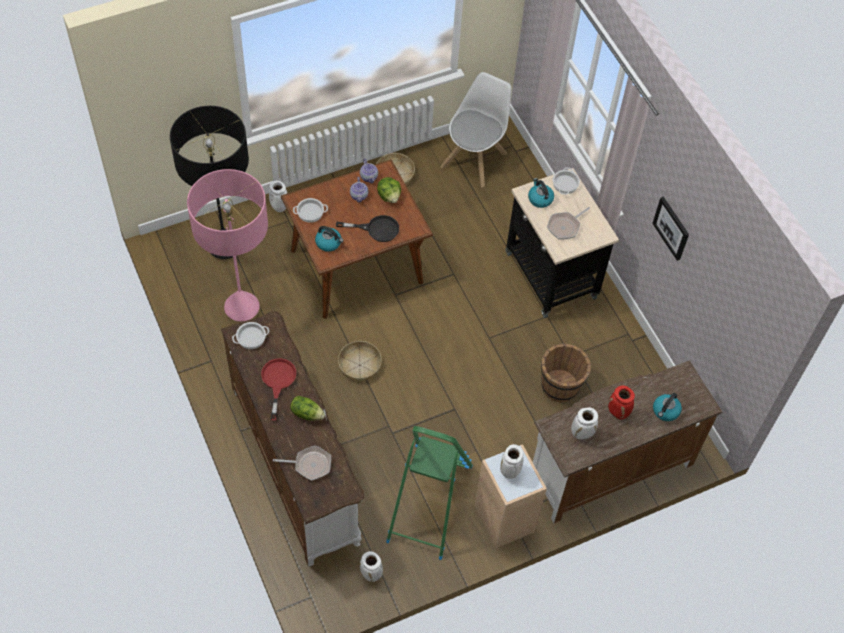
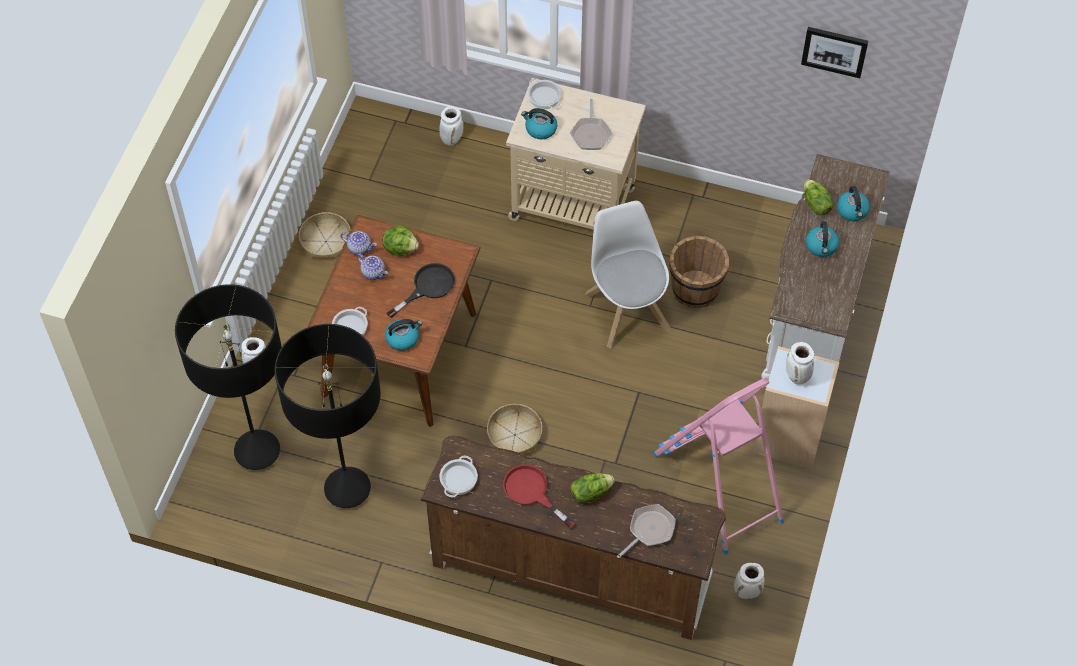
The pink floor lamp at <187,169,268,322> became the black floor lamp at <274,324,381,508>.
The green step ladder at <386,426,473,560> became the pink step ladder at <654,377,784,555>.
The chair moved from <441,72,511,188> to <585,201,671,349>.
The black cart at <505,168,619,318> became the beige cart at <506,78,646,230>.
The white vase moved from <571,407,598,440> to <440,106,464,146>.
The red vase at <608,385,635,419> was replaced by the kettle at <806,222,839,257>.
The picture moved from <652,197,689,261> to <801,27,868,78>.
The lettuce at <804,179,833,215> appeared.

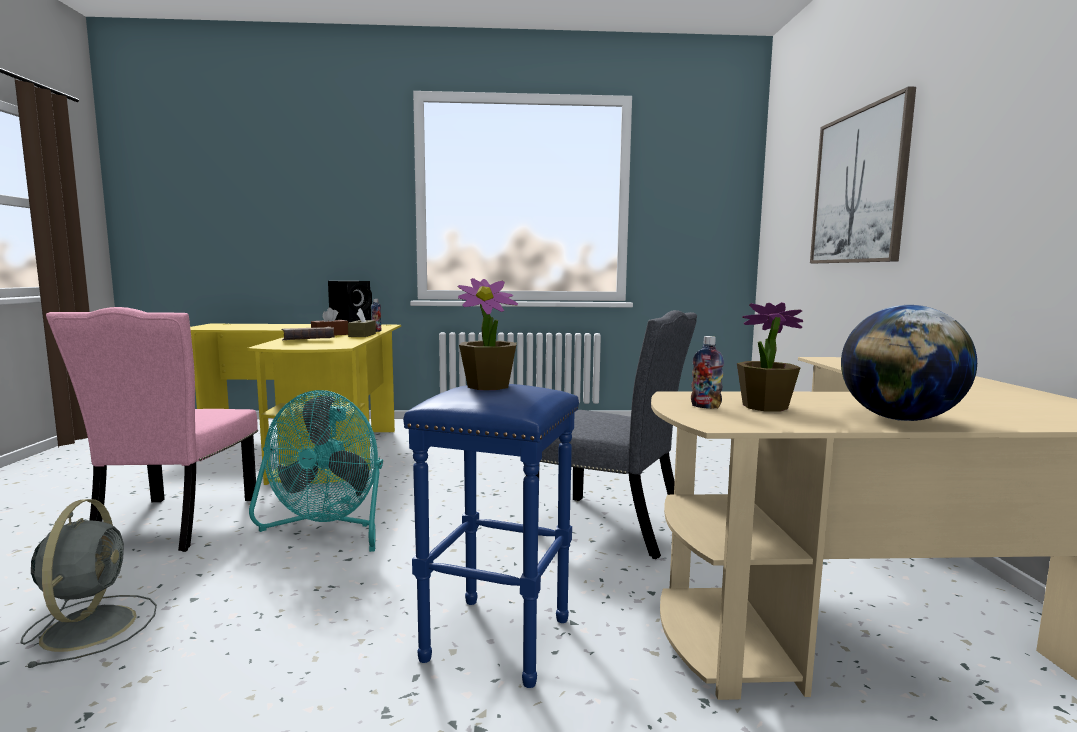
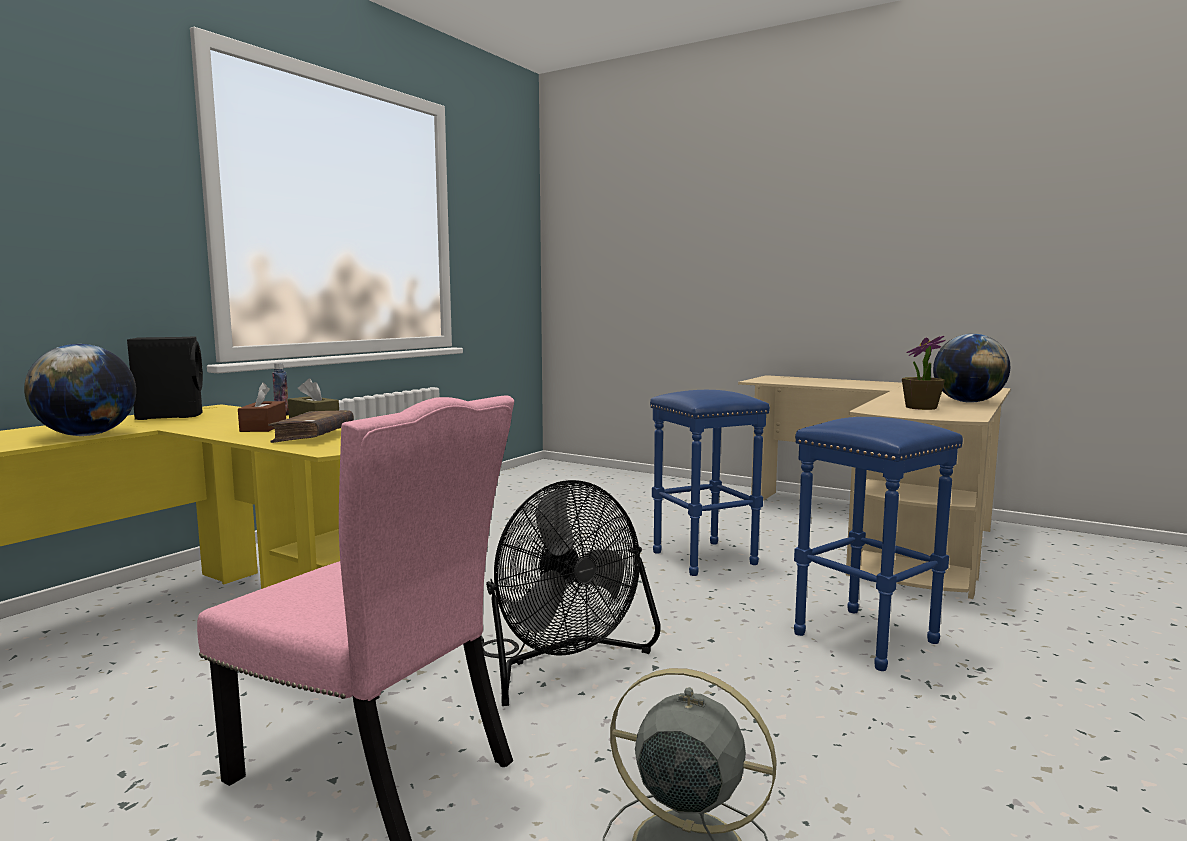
The turquoise fan at <249,390,383,552> became the black fan at <481,480,661,706>.
The potted plant at <457,278,518,390> disappeared.
The grey chair at <526,310,697,559> was replaced by the blue stool at <650,390,770,576>.
The bottle at <691,336,724,409> disappeared.
The picture at <810,86,916,263> disappeared.
The globe at <24,344,136,436> appeared.

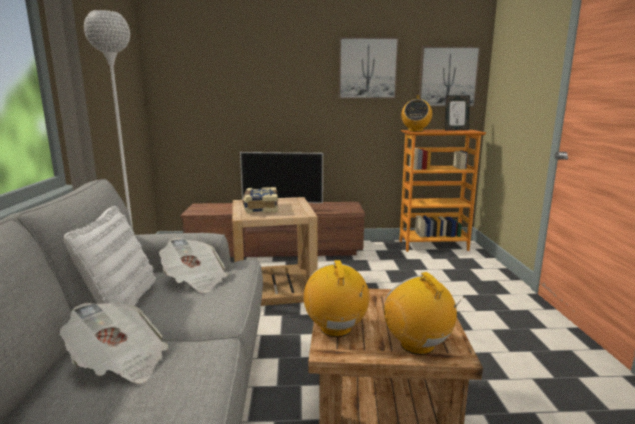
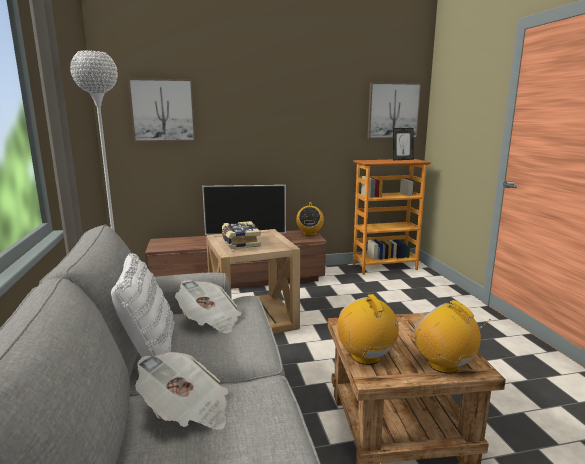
The picture moved from <339,37,399,99> to <128,78,195,142>.
The radio moved from <401,95,432,132> to <296,202,324,236>.

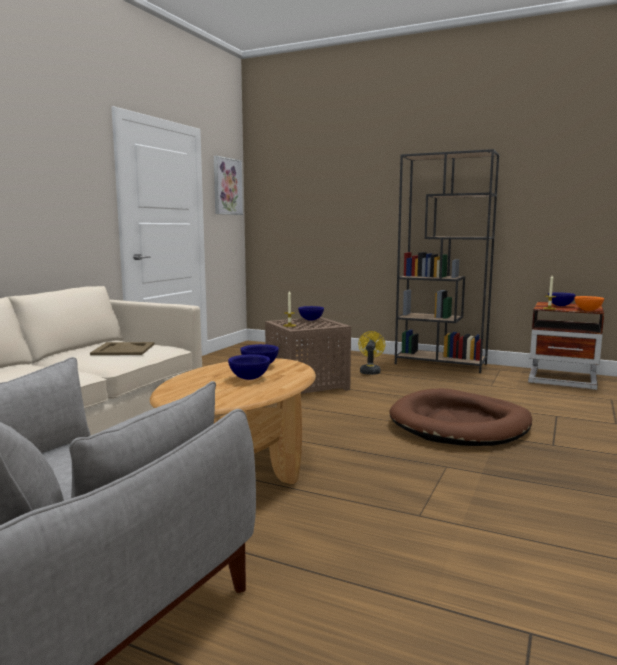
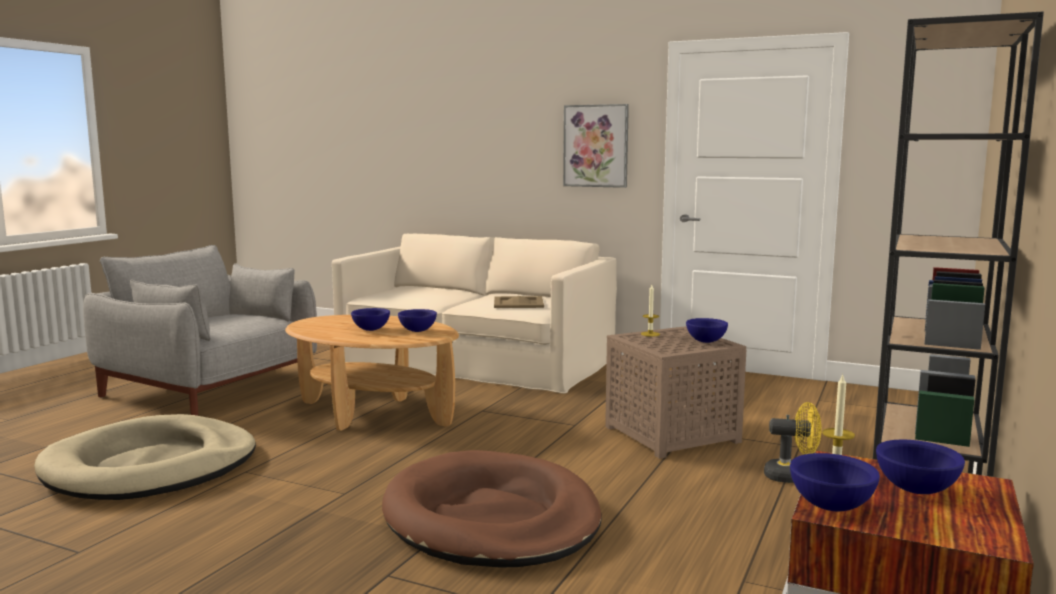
The picture moved from <214,156,243,215> to <563,104,629,188>.
The orange bowl at <574,296,604,311> became the blue bowl at <790,453,880,511>.
The beige dog bed at <34,414,256,500> appeared.

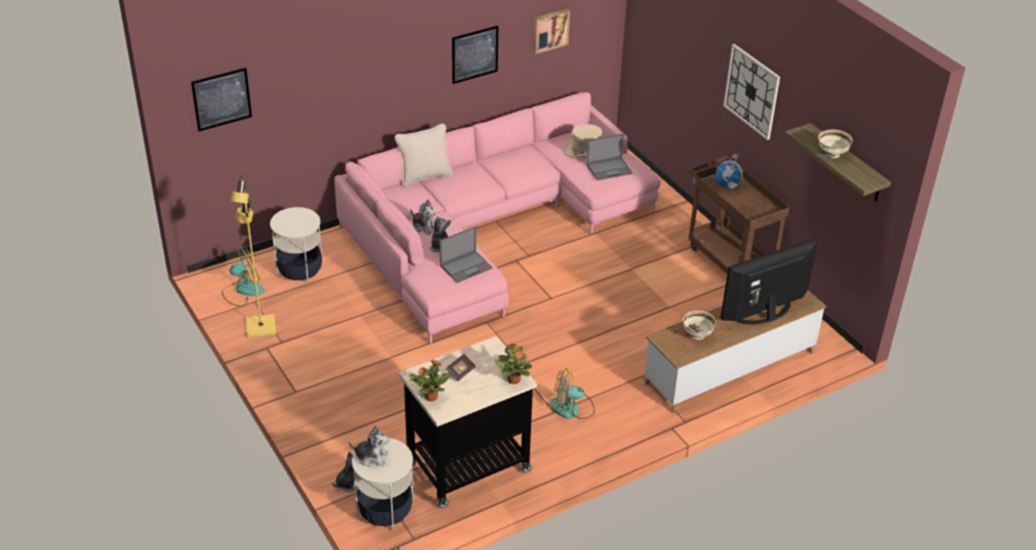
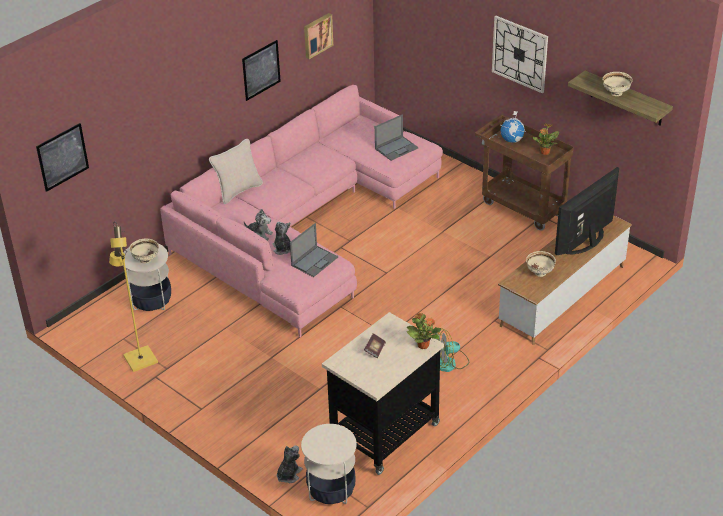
The fan at <222,246,264,307> disappeared.
The plush toy at <349,426,389,467> disappeared.
The potted plant moved from <409,359,451,402> to <532,124,559,155>.
The beige hat at <565,124,603,157> disappeared.
The beige bowl at <129,239,159,264> appeared.

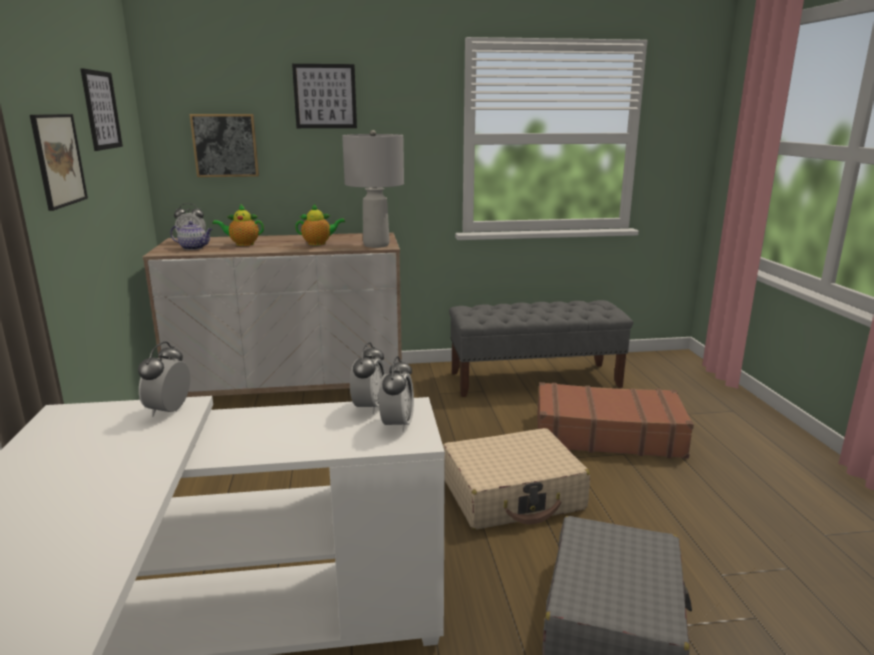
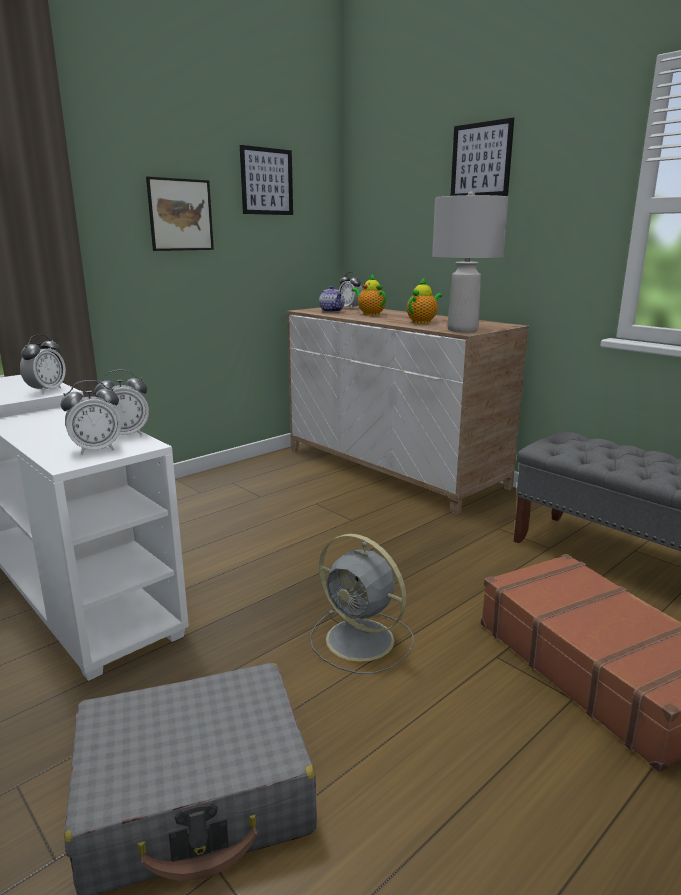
The alarm clock at <138,342,190,417> turned 135 degrees clockwise.
The picture at <189,114,259,177> disappeared.
The teapot at <295,203,345,245> turned 90 degrees counterclockwise.
The beige suitcase at <443,428,590,530> was replaced by the grey fan at <310,534,414,674>.

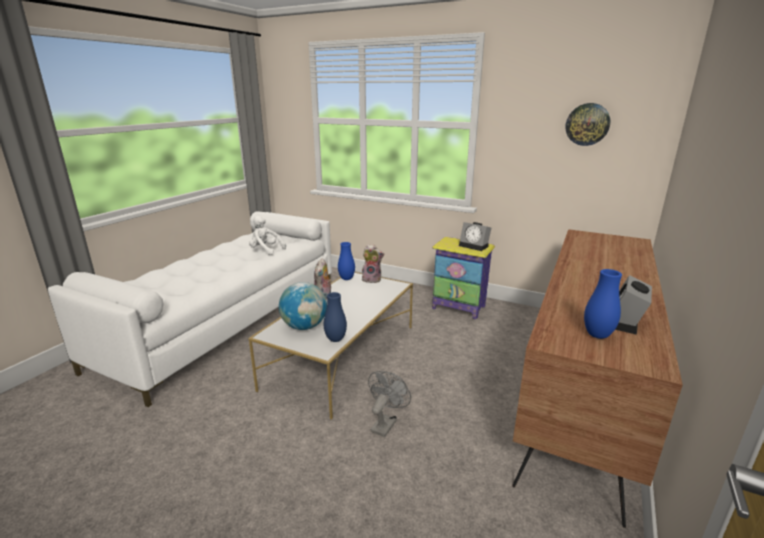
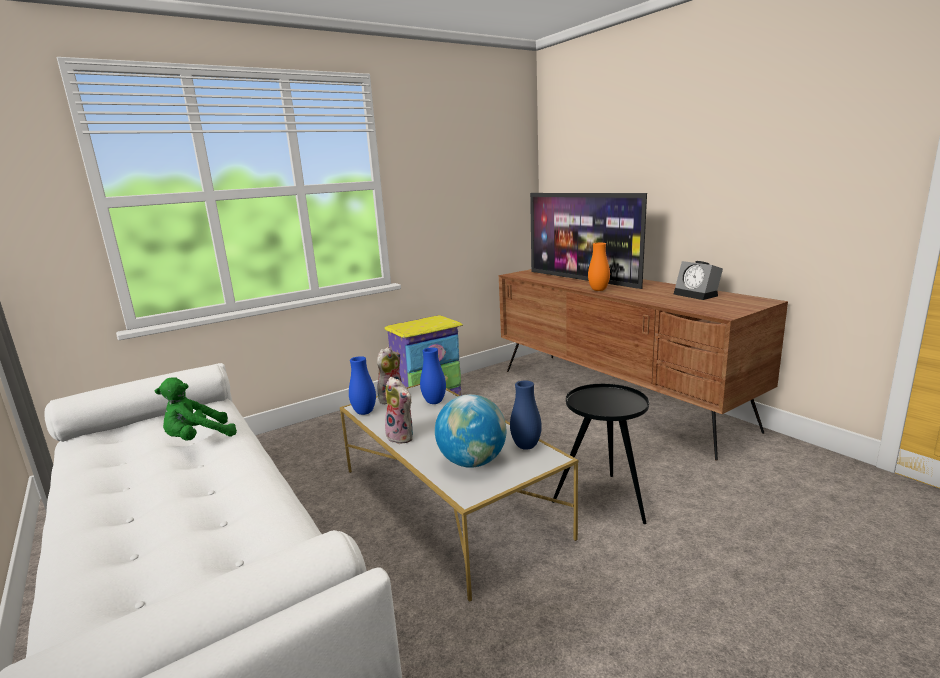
The white plush toy at <249,216,286,255> became the green plush toy at <155,377,237,441>.
The grey fan at <368,371,411,437> was replaced by the black side table at <553,384,649,524>.
The alarm clock at <459,222,491,251> disappeared.
The wall clock at <565,103,610,146> disappeared.
The blue vase moved from <584,269,622,339> to <420,347,446,404>.
The television at <530,193,647,289> appeared.
The orange vase at <588,243,610,291> appeared.

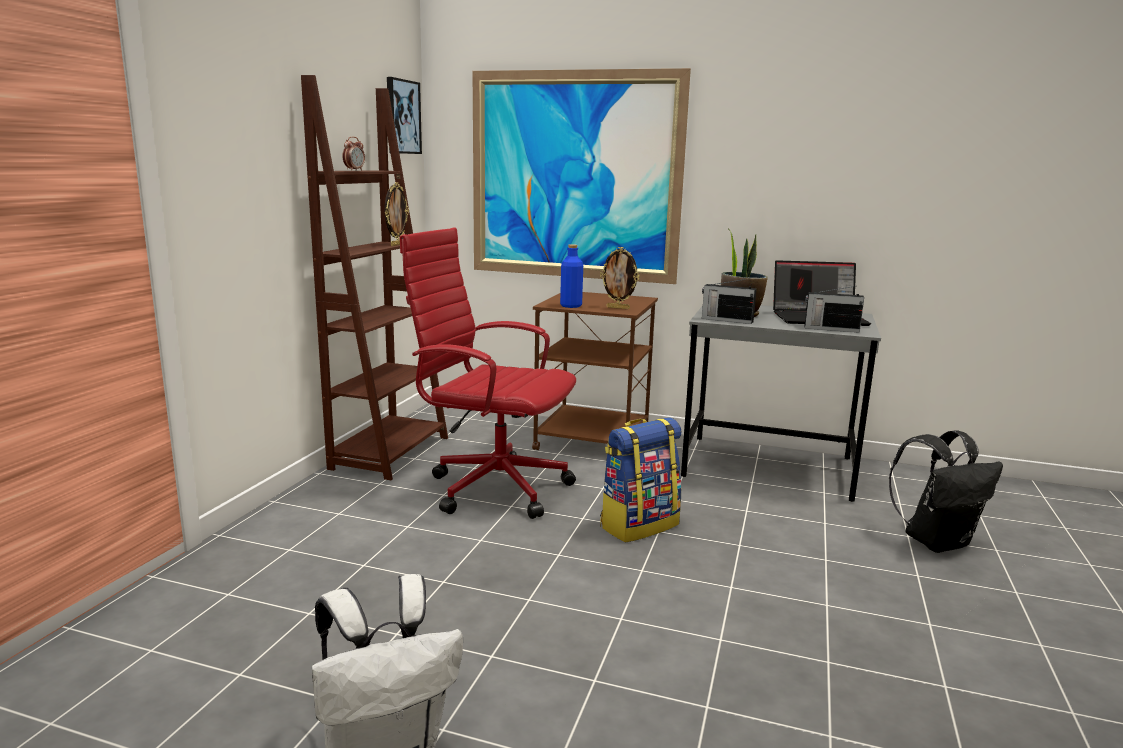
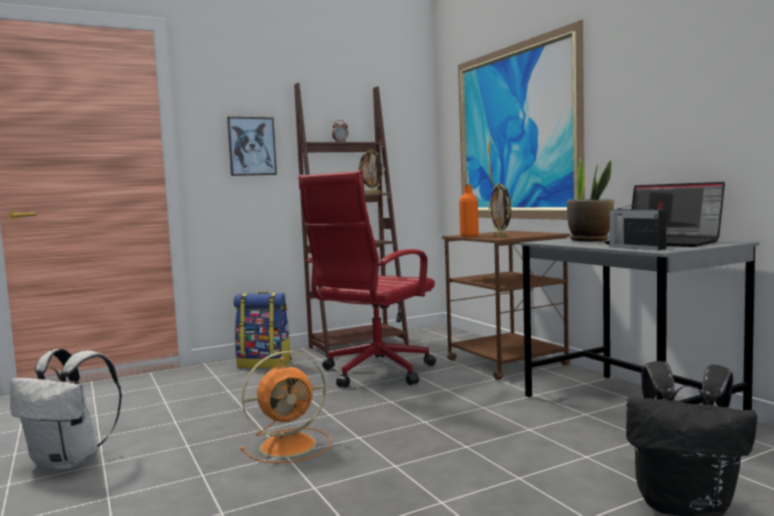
The picture moved from <387,77,422,154> to <227,117,277,176>.
The red office chair at <400,227,576,519> turned 120 degrees counterclockwise.
The blue bottle at <560,244,583,308> became the orange bottle at <459,184,479,237>.
The backpack moved from <600,417,681,543> to <234,292,292,368>.
The radio at <702,279,757,324> disappeared.
The orange fan at <240,351,332,463> appeared.

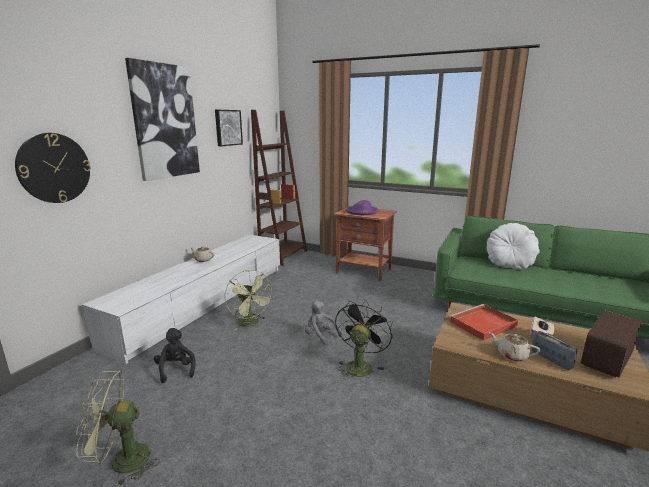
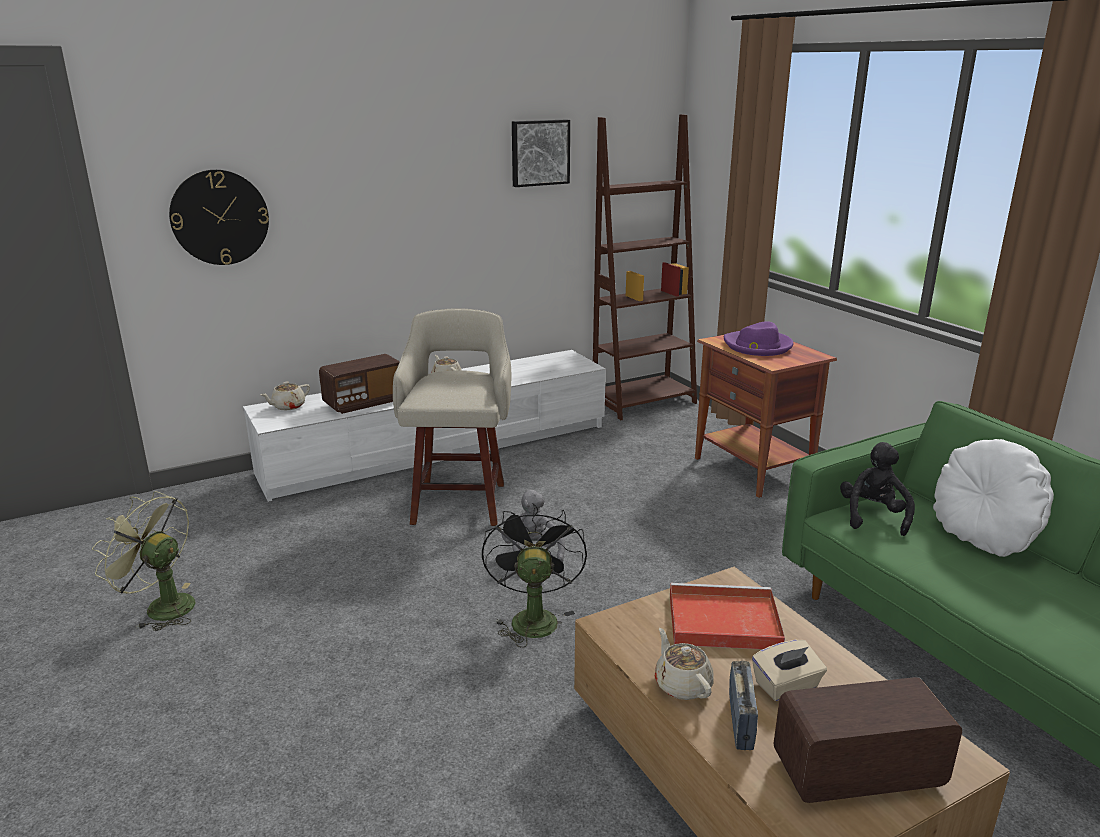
The picture at <125,58,200,181> disappeared.
The black plush toy moved from <154,328,196,383> to <840,442,915,536>.
The green fan at <225,270,274,331> was replaced by the beige stool at <393,309,511,526>.
The black fan at <335,300,393,380> turned 60 degrees counterclockwise.
The beige teapot at <260,382,310,411> appeared.
The radio at <319,354,400,414> appeared.

